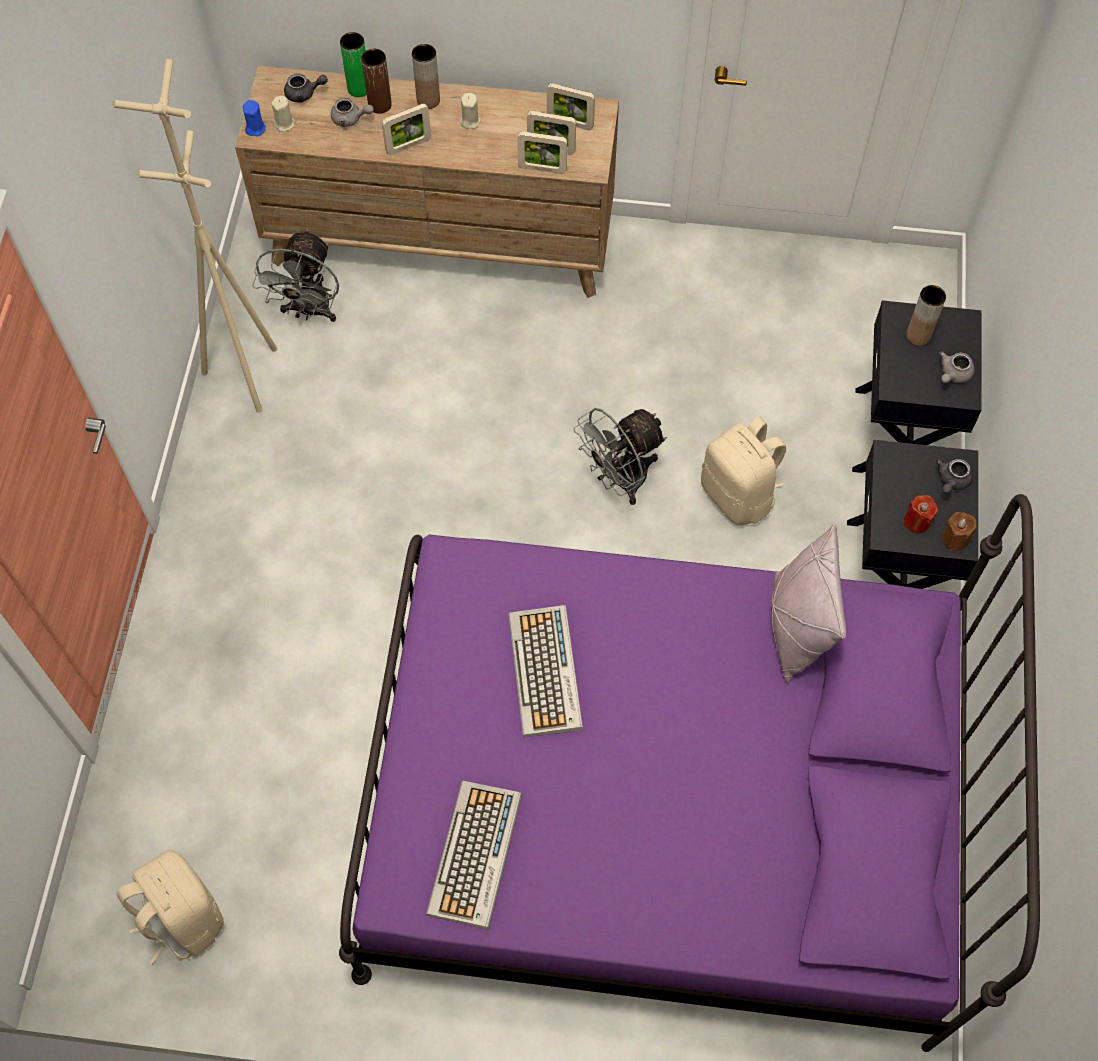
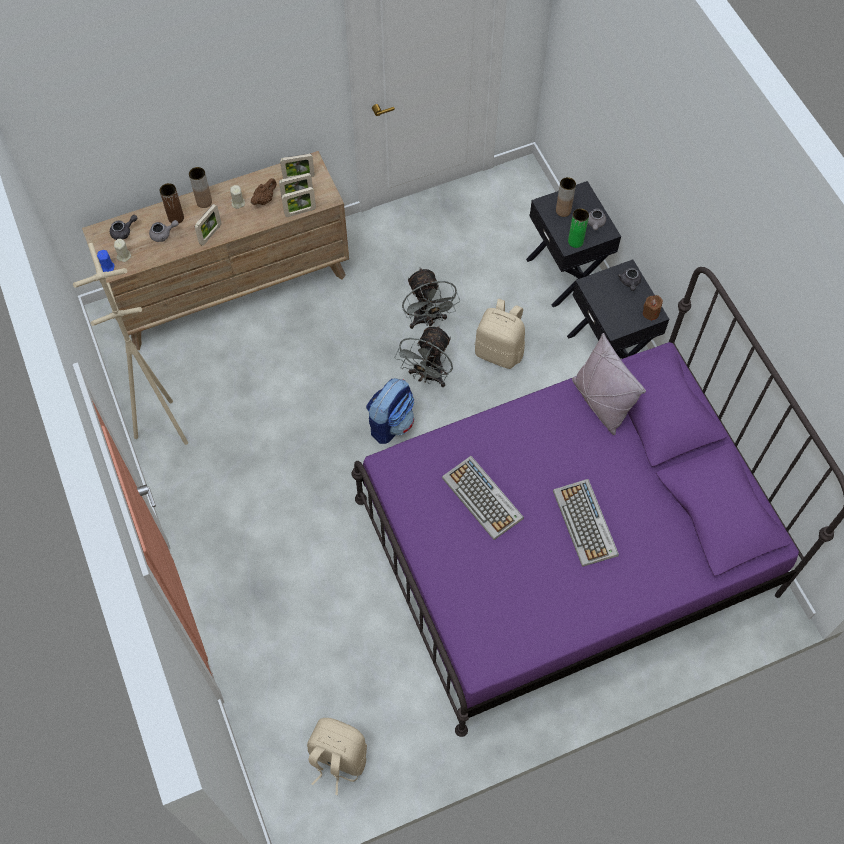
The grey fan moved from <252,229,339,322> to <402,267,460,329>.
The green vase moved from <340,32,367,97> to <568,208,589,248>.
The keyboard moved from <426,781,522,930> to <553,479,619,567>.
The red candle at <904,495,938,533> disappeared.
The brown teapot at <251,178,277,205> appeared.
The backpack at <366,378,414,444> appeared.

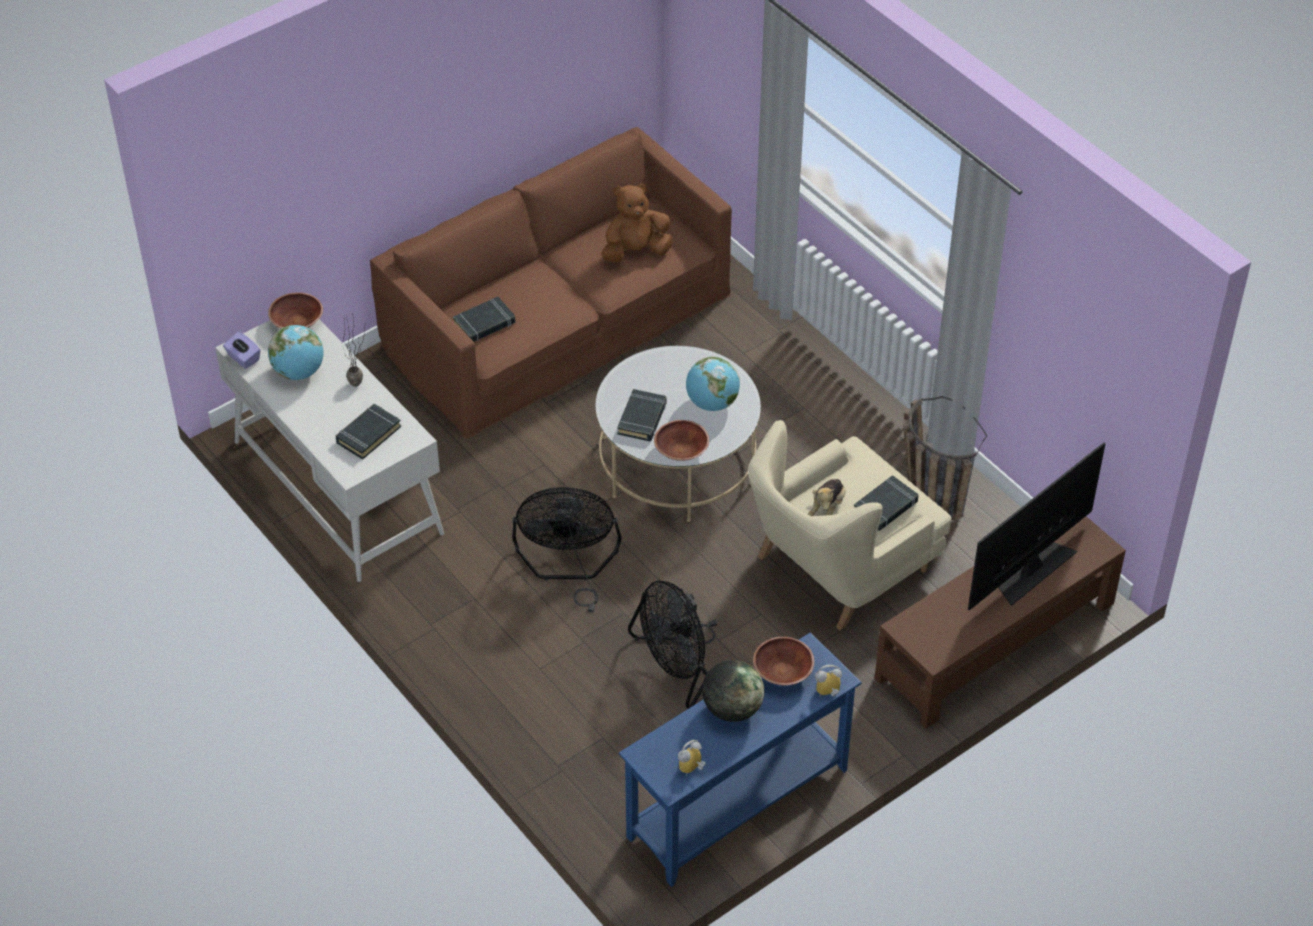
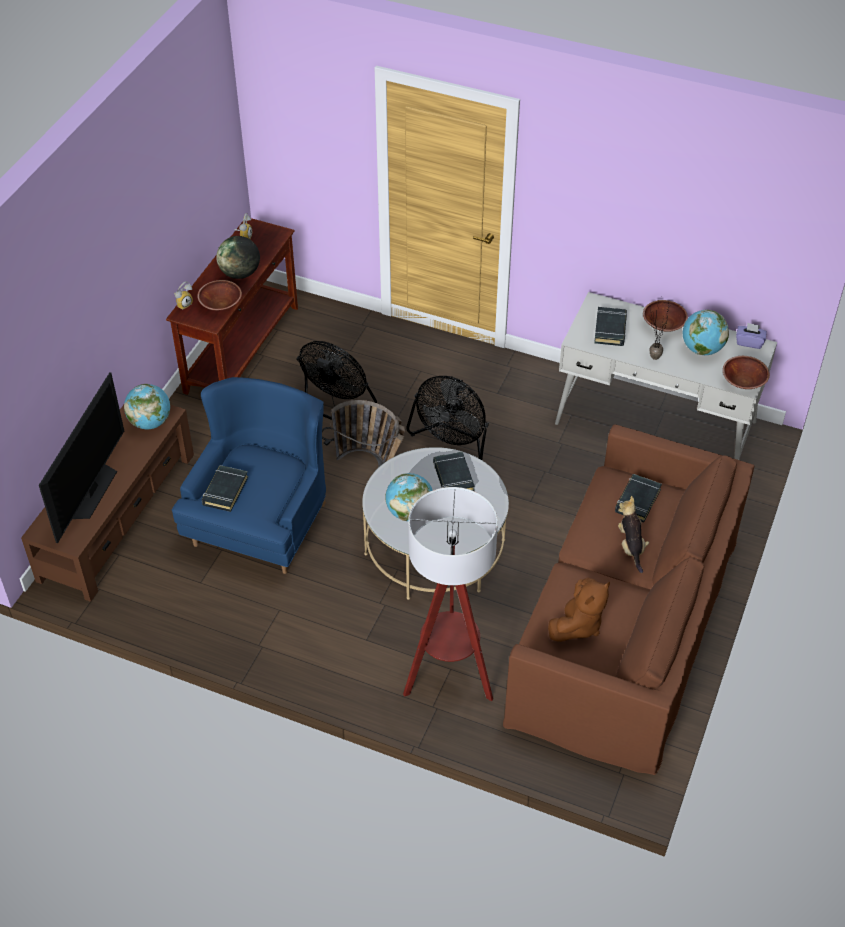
The black fan at <512,487,621,612> turned 60 degrees clockwise.
The blue console table at <619,632,862,887> became the brown console table at <166,218,298,395>.
The brown bowl moved from <654,420,709,461> to <643,300,688,332>.
The beige armchair at <748,420,952,630> became the blue armchair at <172,377,326,574>.
The plush toy moved from <808,479,846,516> to <618,496,649,573>.
The basket moved from <903,396,987,520> to <330,400,405,468>.
The globe at <124,384,170,429> appeared.
The floor lamp at <403,487,498,701> appeared.

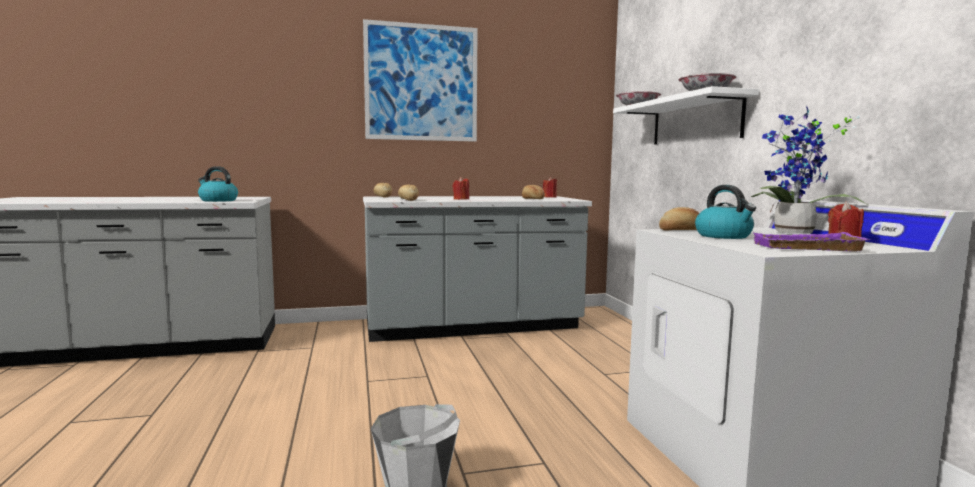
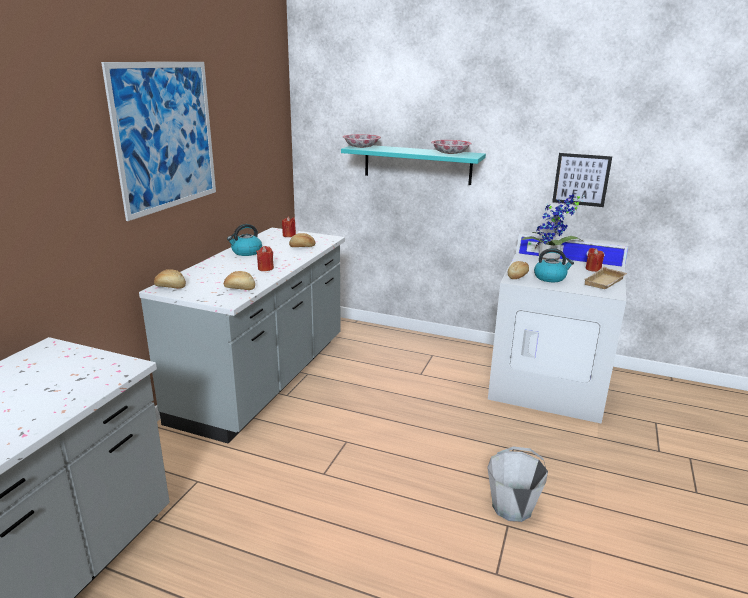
The kettle moved from <198,166,238,202> to <227,224,262,256>.
The white shelf at <613,86,759,145> became the turquoise shelf at <341,145,486,185>.
The purple tray at <753,232,871,252> became the beige tray at <584,267,627,289>.
The picture at <552,153,612,207> appeared.

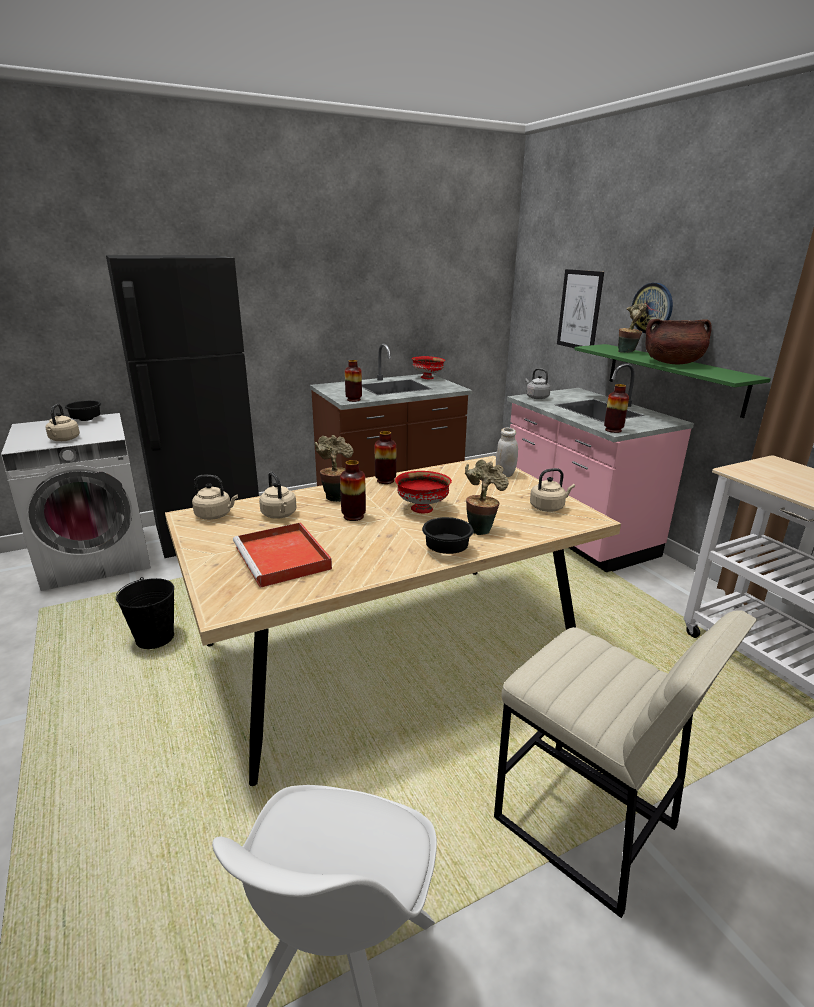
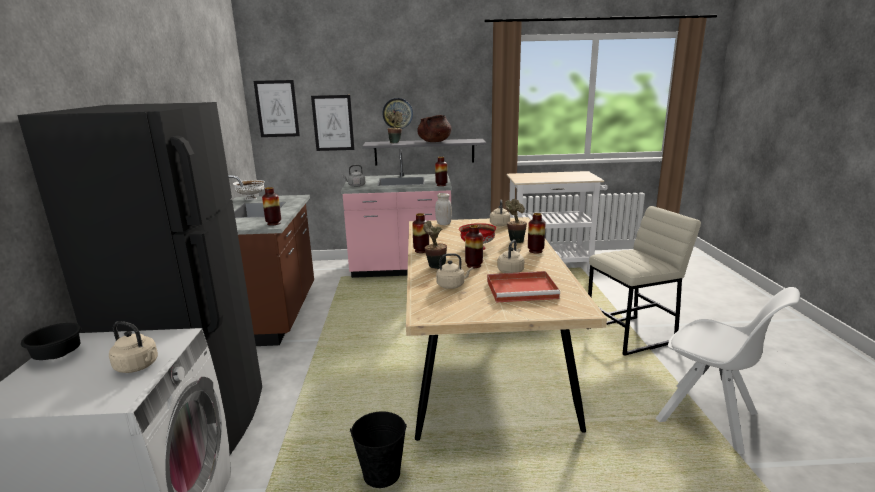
The beige kettle moved from <192,475,238,520> to <498,240,524,273>.
The red bowl at <412,356,445,379> became the white bowl at <233,180,265,200>.
The black bowl at <422,517,474,554> was replaced by the vase at <528,213,545,254>.
The green shelf at <574,344,771,418> became the grey shelf at <362,139,487,166>.
The picture at <253,80,300,137> appeared.

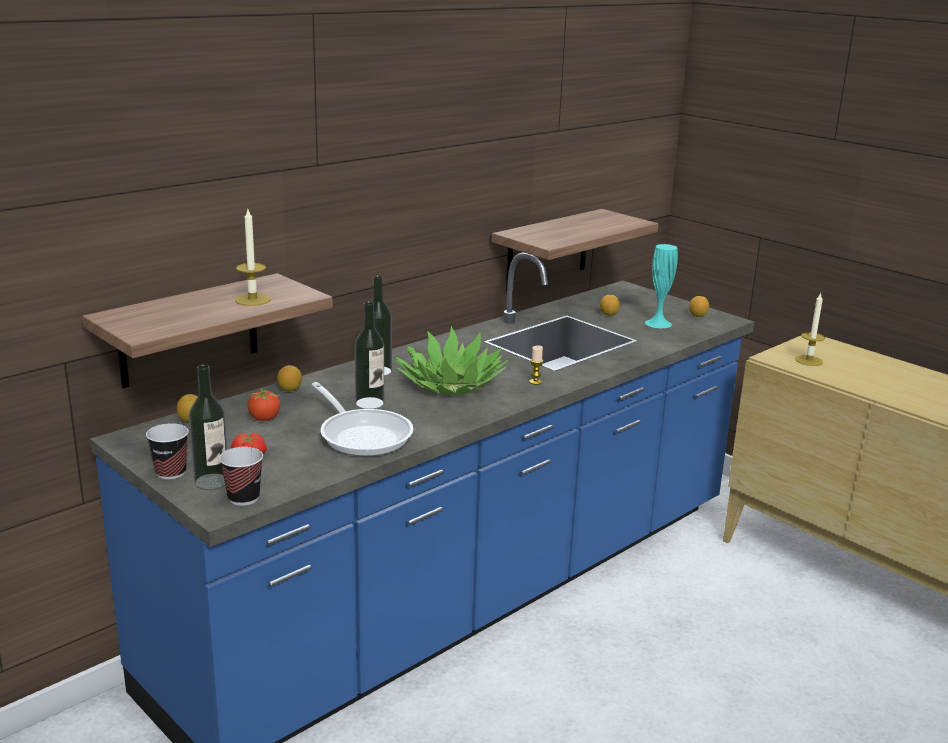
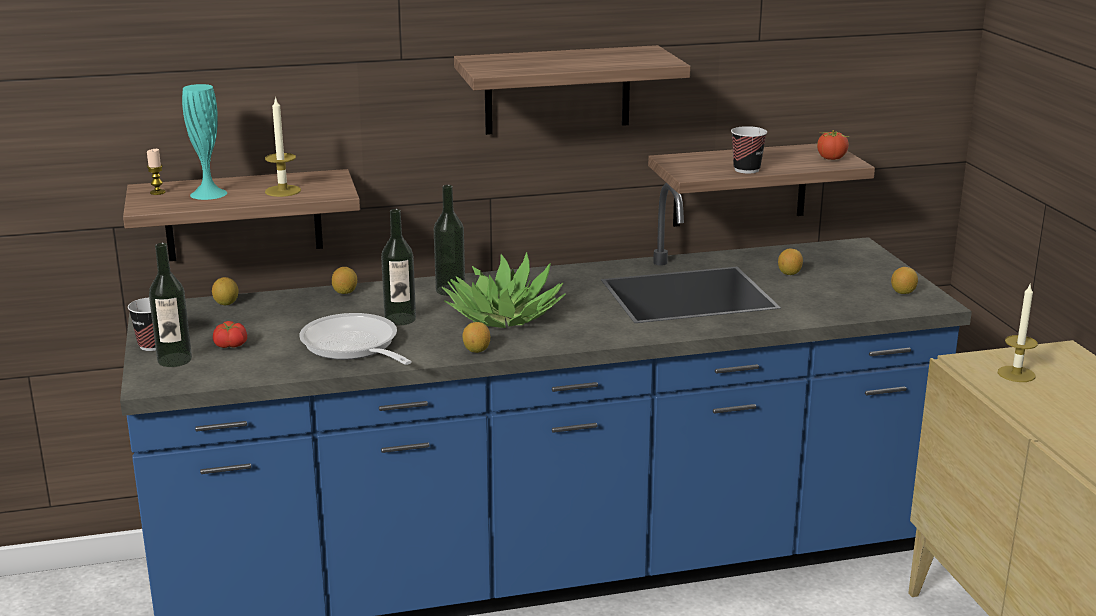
The cup moved from <219,447,263,506> to <731,126,767,174>.
The tomato moved from <248,388,280,421> to <817,130,850,160>.
The frying pan at <311,382,413,456> turned 150 degrees clockwise.
The candle moved from <529,345,543,385> to <147,149,165,195>.
The turquoise vase moved from <645,244,678,328> to <182,84,227,200>.
The shelf at <454,45,691,135> appeared.
The lemon at <463,322,490,353> appeared.

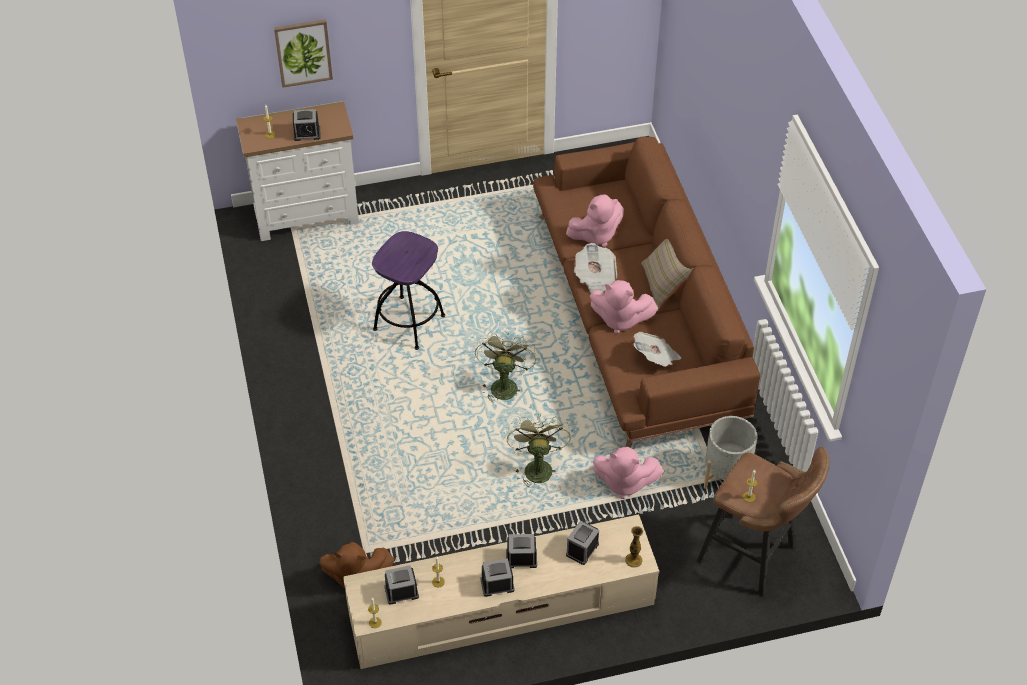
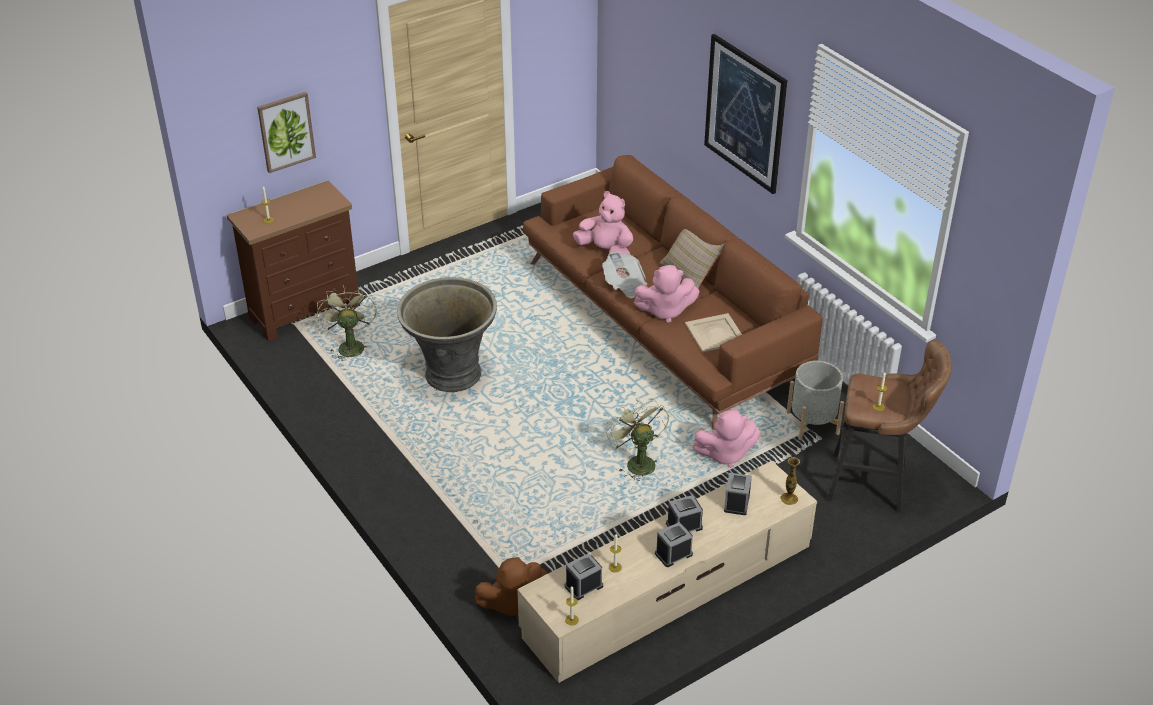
The white dresser at <236,101,359,241> became the brown dresser at <227,180,360,342>.
The alarm clock at <293,109,320,141> disappeared.
The purple stool at <372,231,445,350> was replaced by the grey planter at <397,277,497,392>.
The green fan moved from <475,331,536,402> to <317,286,377,361>.
The pink plush toy at <566,194,624,247> turned 105 degrees counterclockwise.
The newspaper at <633,332,681,367> was replaced by the beige tray at <685,313,742,352>.
The picture at <704,34,788,194> appeared.

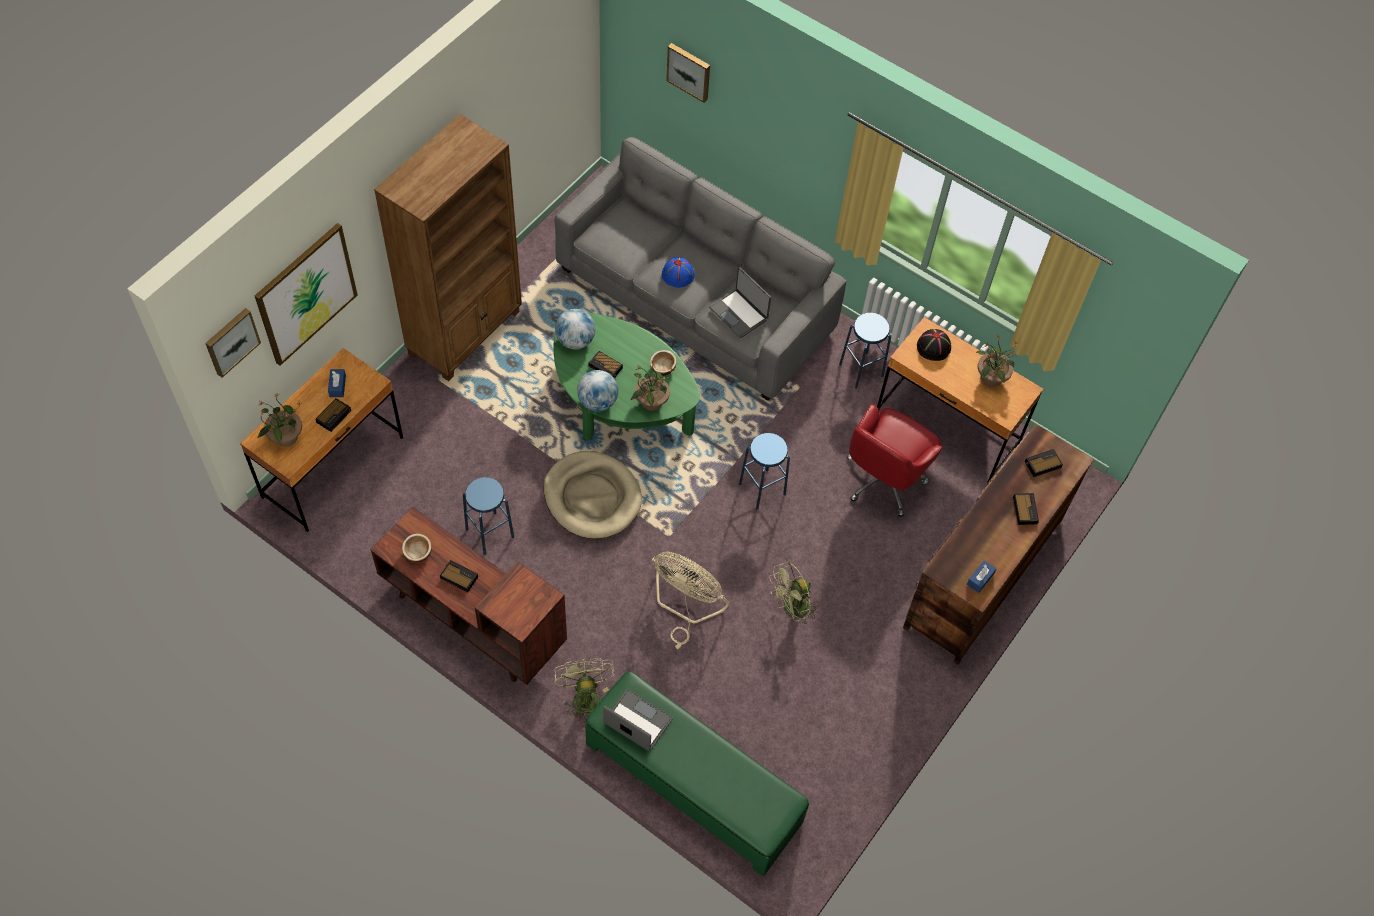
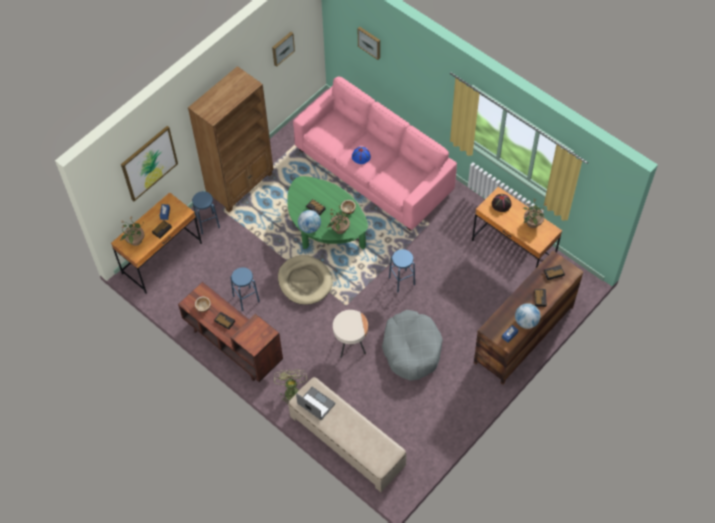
The picture moved from <205,308,261,378> to <272,32,295,67>.
The grey sofa at <554,137,847,401> became the pink sofa at <293,76,457,231>.
The globe moved from <555,309,595,349> to <515,303,541,329>.
The green bench at <585,671,809,876> became the beige bench at <288,377,407,492>.
The beige fan at <652,551,729,650> was replaced by the beige side table at <333,310,368,358>.
The laptop at <709,267,771,338> disappeared.
The green fan at <770,562,819,625> was replaced by the grey dog bed at <382,310,443,381>.
The blue stool moved from <839,313,891,389> to <192,191,220,234>.
The red office chair at <847,404,943,517> disappeared.

